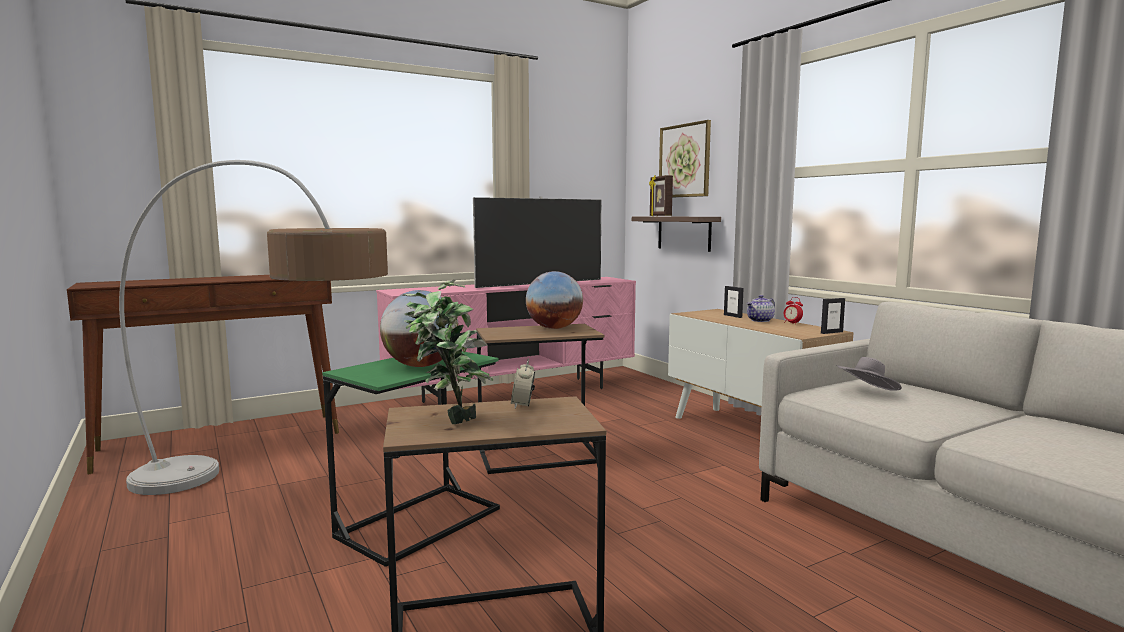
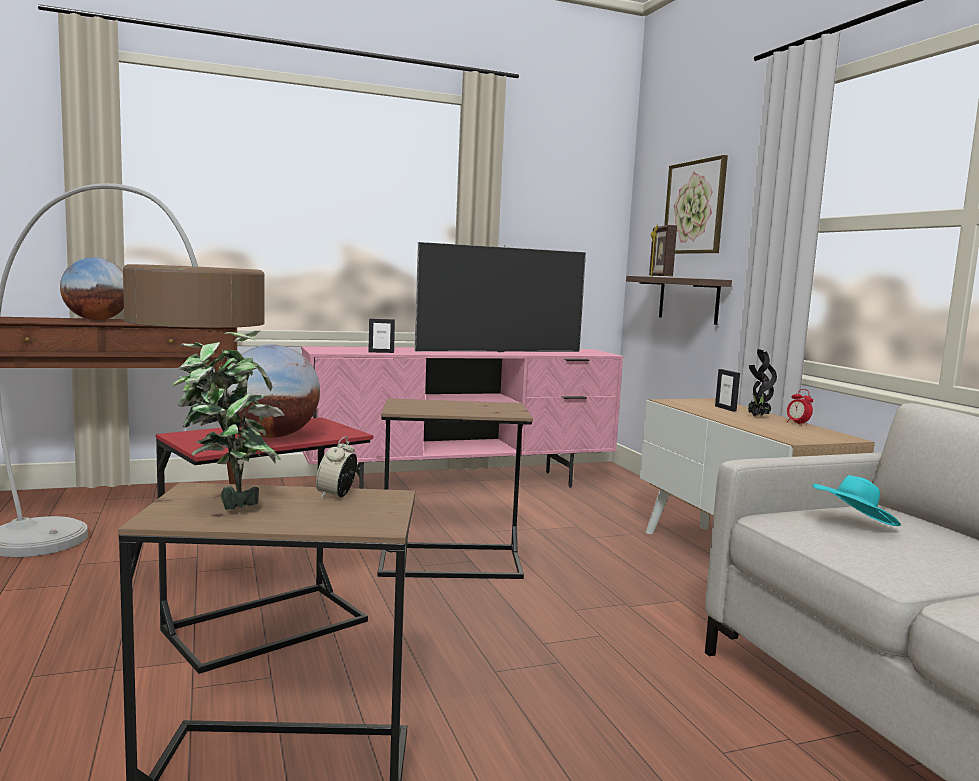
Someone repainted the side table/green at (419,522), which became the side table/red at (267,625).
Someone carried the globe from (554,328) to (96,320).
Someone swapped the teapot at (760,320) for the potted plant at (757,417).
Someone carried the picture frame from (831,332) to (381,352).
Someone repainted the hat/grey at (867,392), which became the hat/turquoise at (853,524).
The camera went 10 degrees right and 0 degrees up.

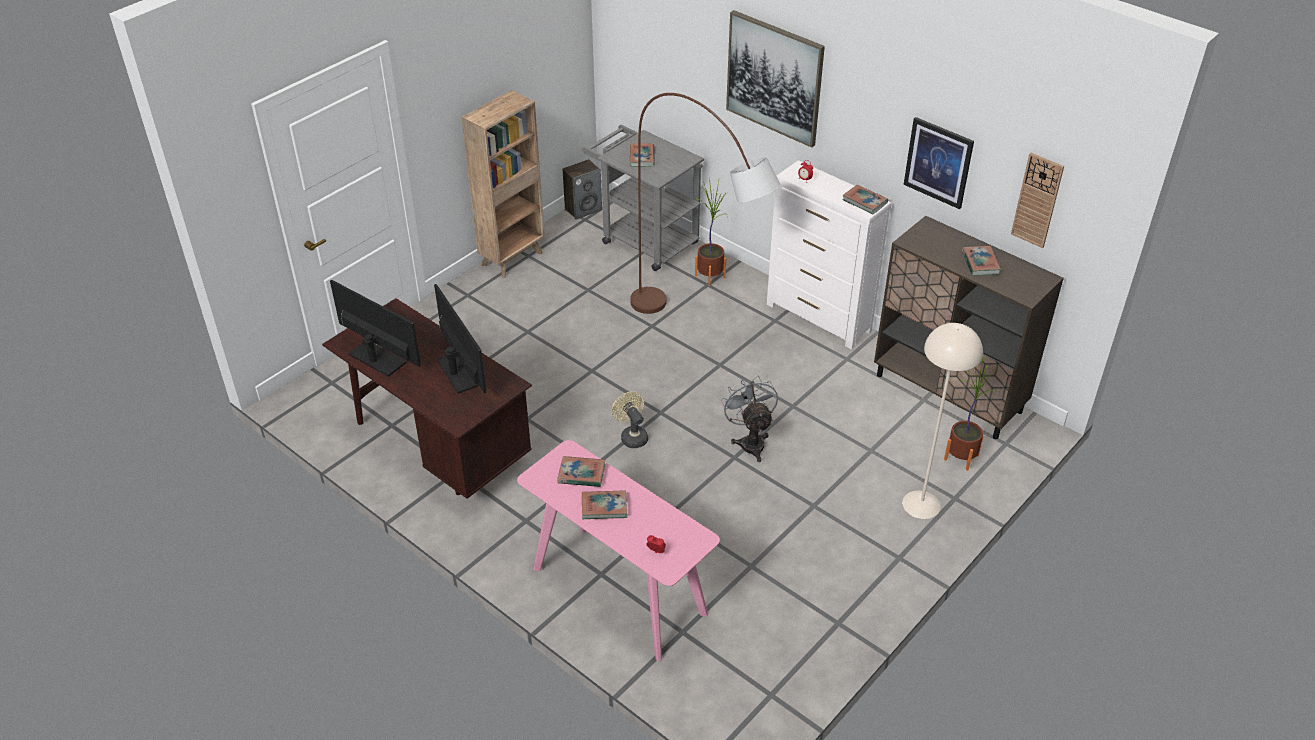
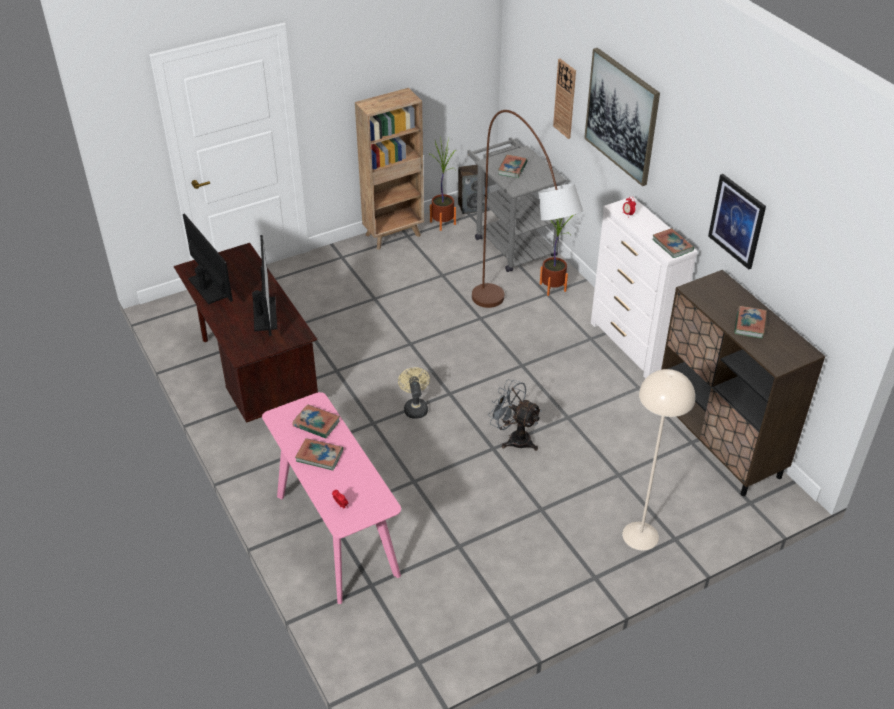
Someone rotated the fan/grey at (750,441) by 60 degrees counterclockwise.
Someone carried the potted plant from (961,457) to (443,223).
Someone carried the wall clock from (1037,200) to (565,98).
The camera went 20 degrees right and 0 degrees up.

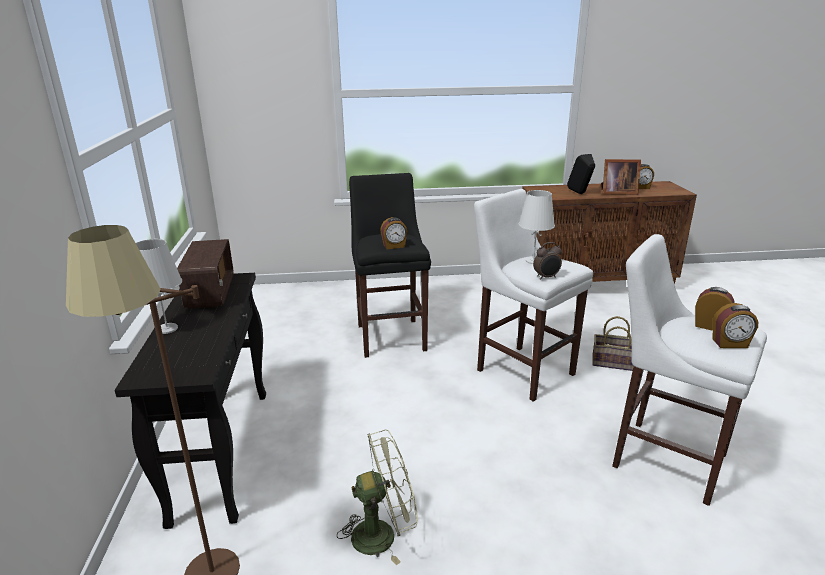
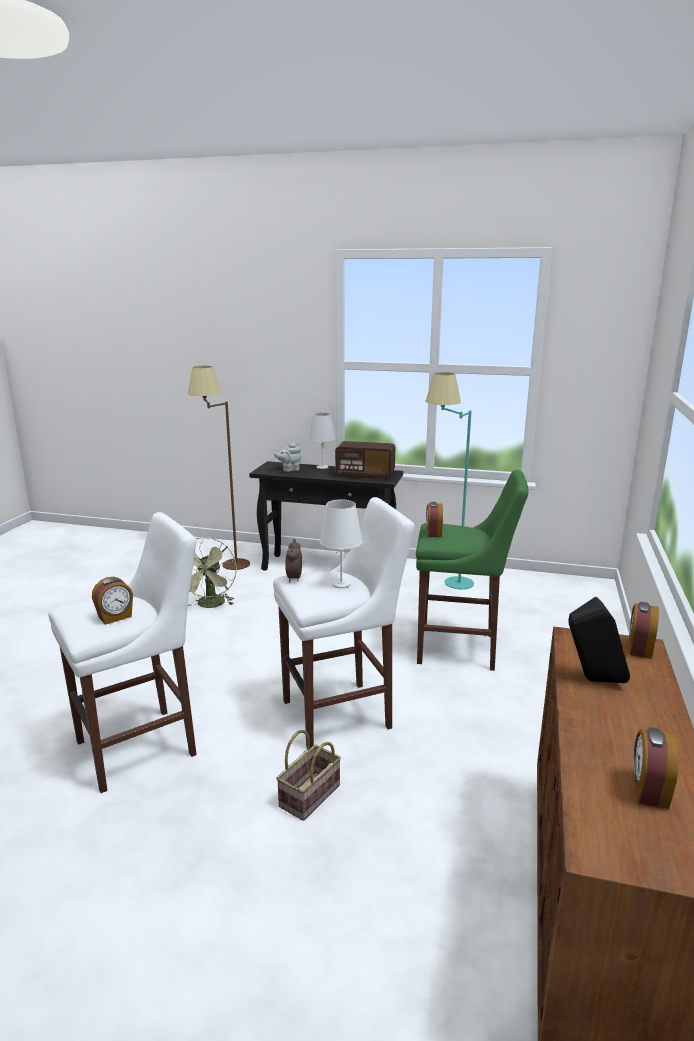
Someone repainted the stool/black at (391,335), which became the stool/green at (461,649).
Someone took away the picture frame at (616,192).
Someone carried the alarm clock from (730,344) to (639,649).
Someone put down the teapot/grey at (289,469).
Someone put down the floor lamp/turquoise at (445,581).
The camera went 110 degrees right and 5 degrees down.

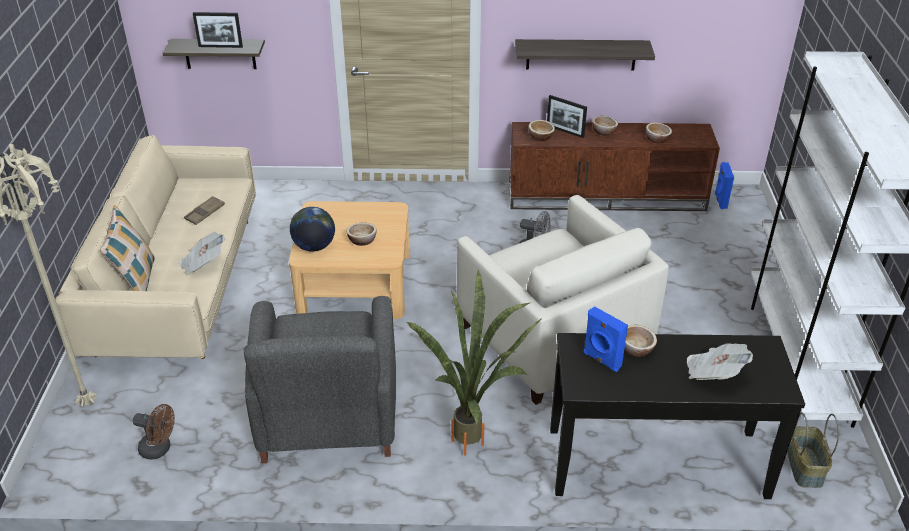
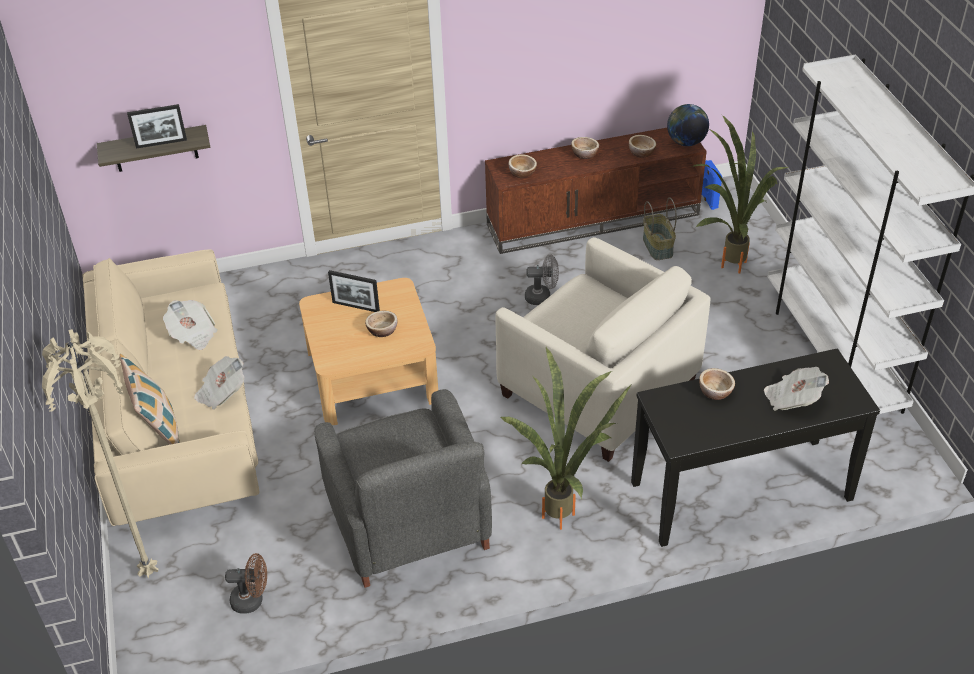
Someone swapped the tray/brown at (205,213) for the newspaper at (193,334).
Someone carried the globe from (314,247) to (686,142).
Someone took away the shelf at (581,54).
Someone carried the picture frame from (565,131) to (356,306).
Someone took away the speaker/blue at (601,360).
Someone carried the basket from (806,467) to (658,247).
Someone put down the potted plant at (727,261).
The camera went 15 degrees left and 5 degrees up.

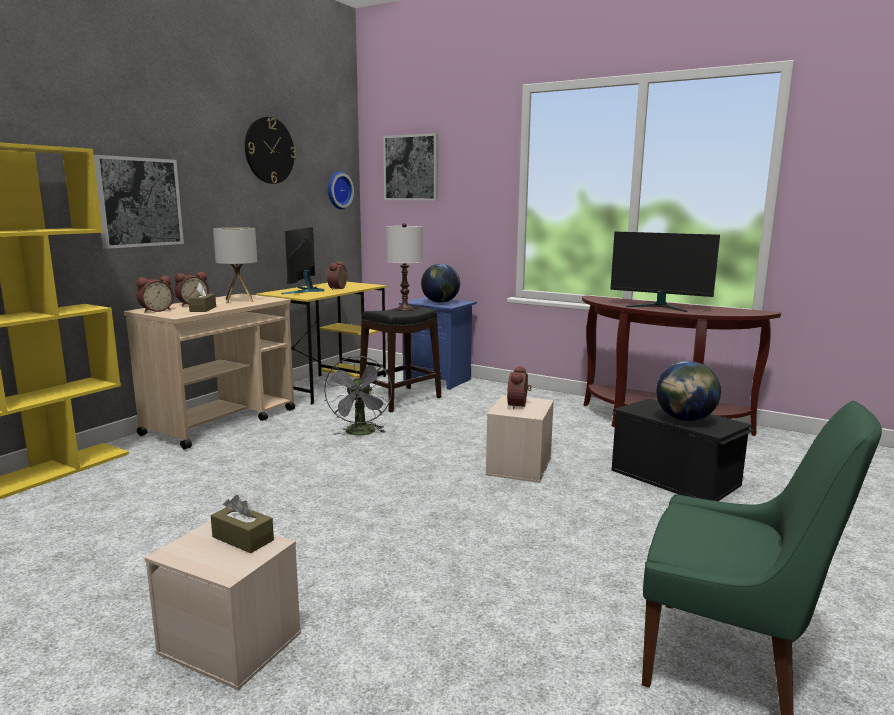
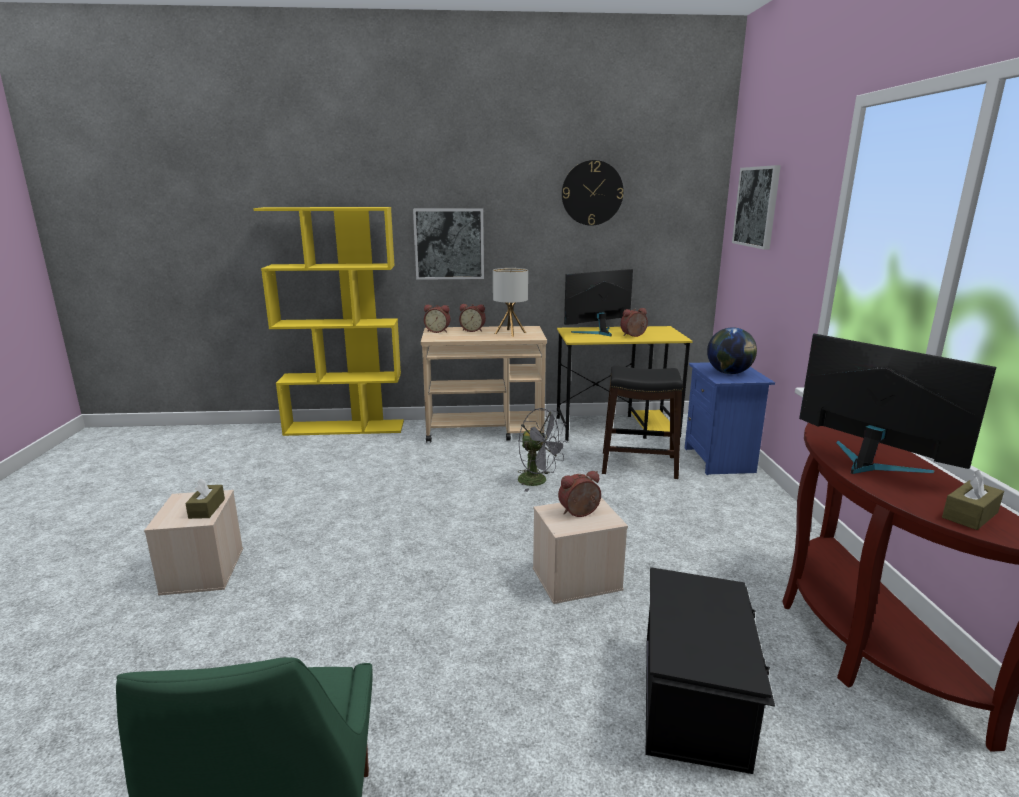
Someone carried the tissue box/brown from (203,309) to (970,515).
Someone rotated the fan/grey at (361,433) by 105 degrees counterclockwise.
Someone took away the wall clock at (338,190).
Someone took away the table lamp/white at (405,309).
Someone rotated the monitor at (659,307) by 150 degrees clockwise.
Someone took away the globe at (685,419).
The camera went 55 degrees right and 5 degrees up.

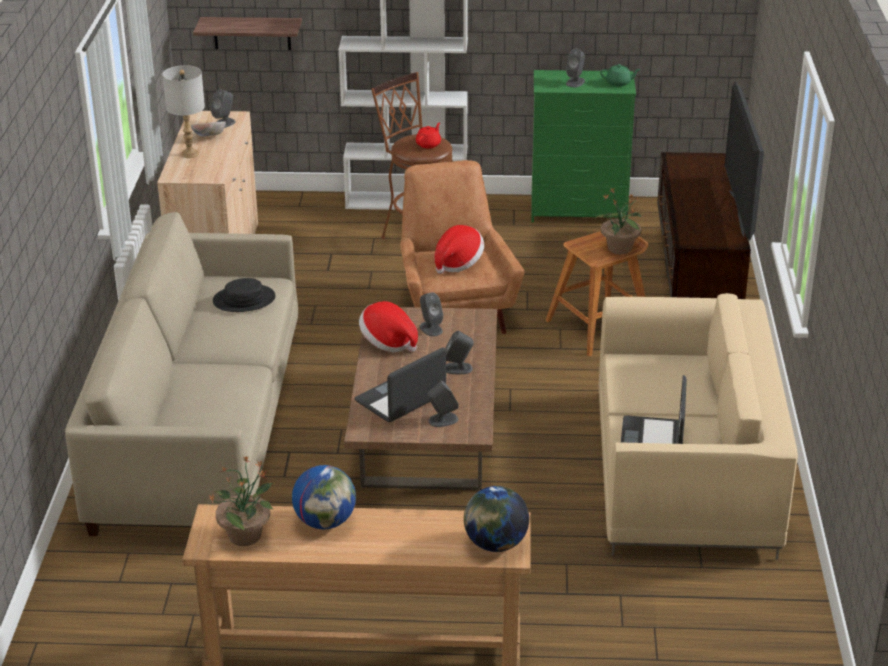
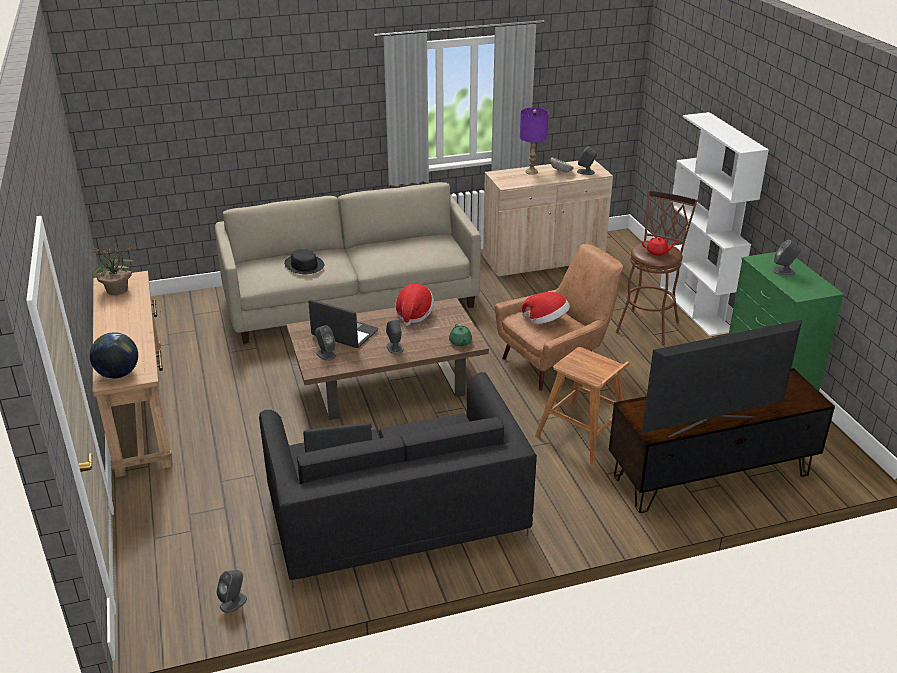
Someone repainted the table lamp/grey at (190,154), which became the table lamp/purple at (531,172).
Someone took away the shelf at (252,33).
Someone carried the hat/black from (244,300) to (304,265).
Someone took away the globe at (325,522).
Someone carried the speaker/grey from (430,328) to (233,602).
Someone took away the potted plant at (619,249).
Someone repainted the sofa/beige at (685,471), which became the sofa/black at (396,516).
Someone carried the teapot/green from (619,83) to (460,342).
The camera went 70 degrees right and 0 degrees up.

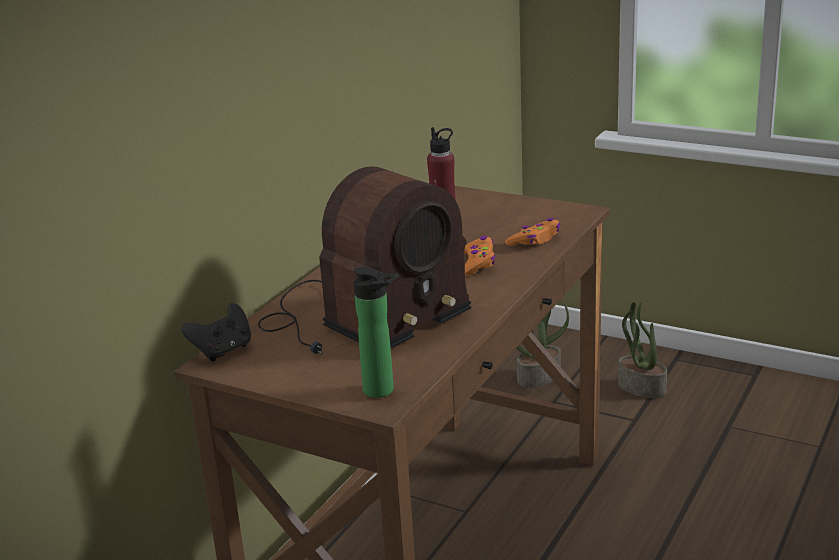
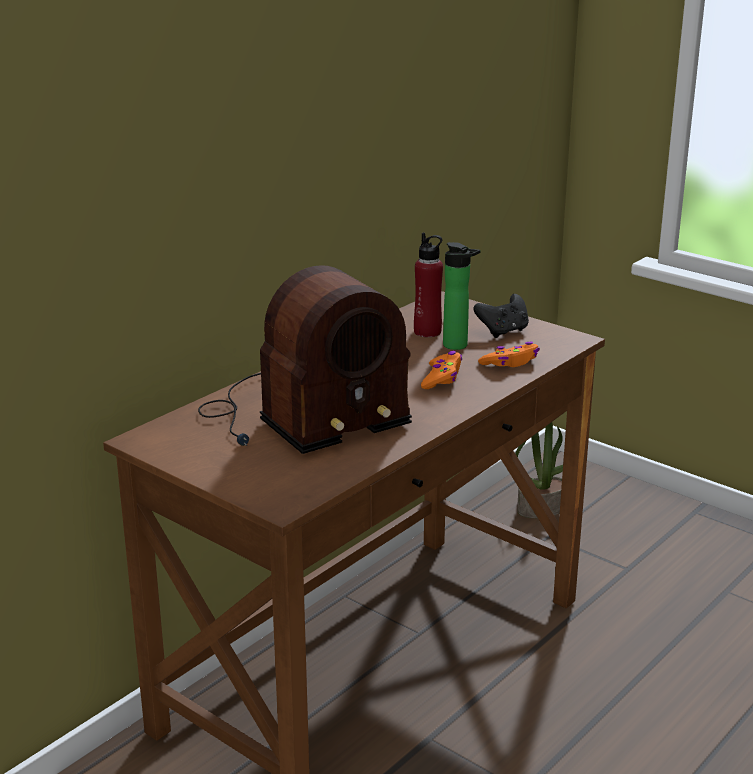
Someone carried the game controller/black from (223,351) to (503,332).
Someone carried the bottle from (383,391) to (458,346).
Someone took away the potted plant at (640,388).
The camera went 10 degrees right and 0 degrees up.

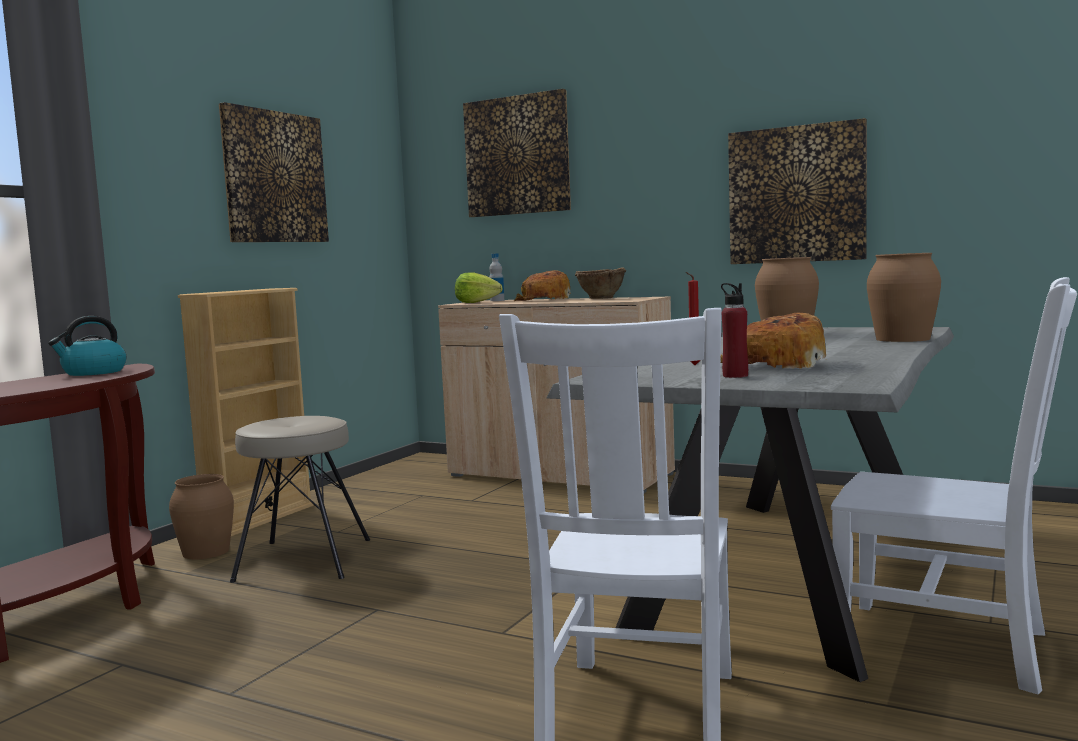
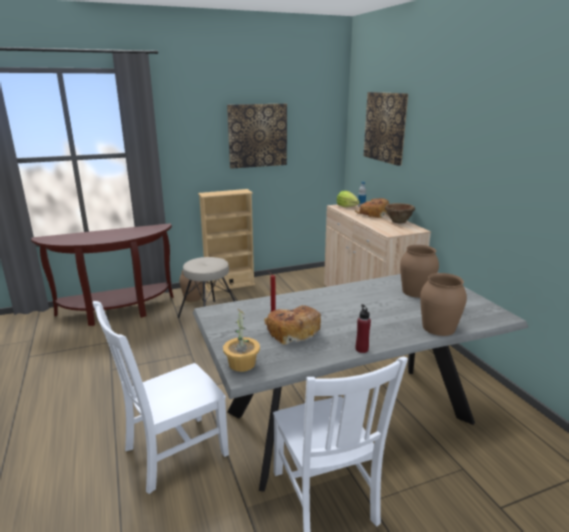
Someone took away the kettle at (93,372).
Someone carried the bottle/red from (735,376) to (361,349).
Someone took away the picture at (796,194).
Someone put down the potted plant at (241,364).
The camera went 40 degrees right and 15 degrees up.

